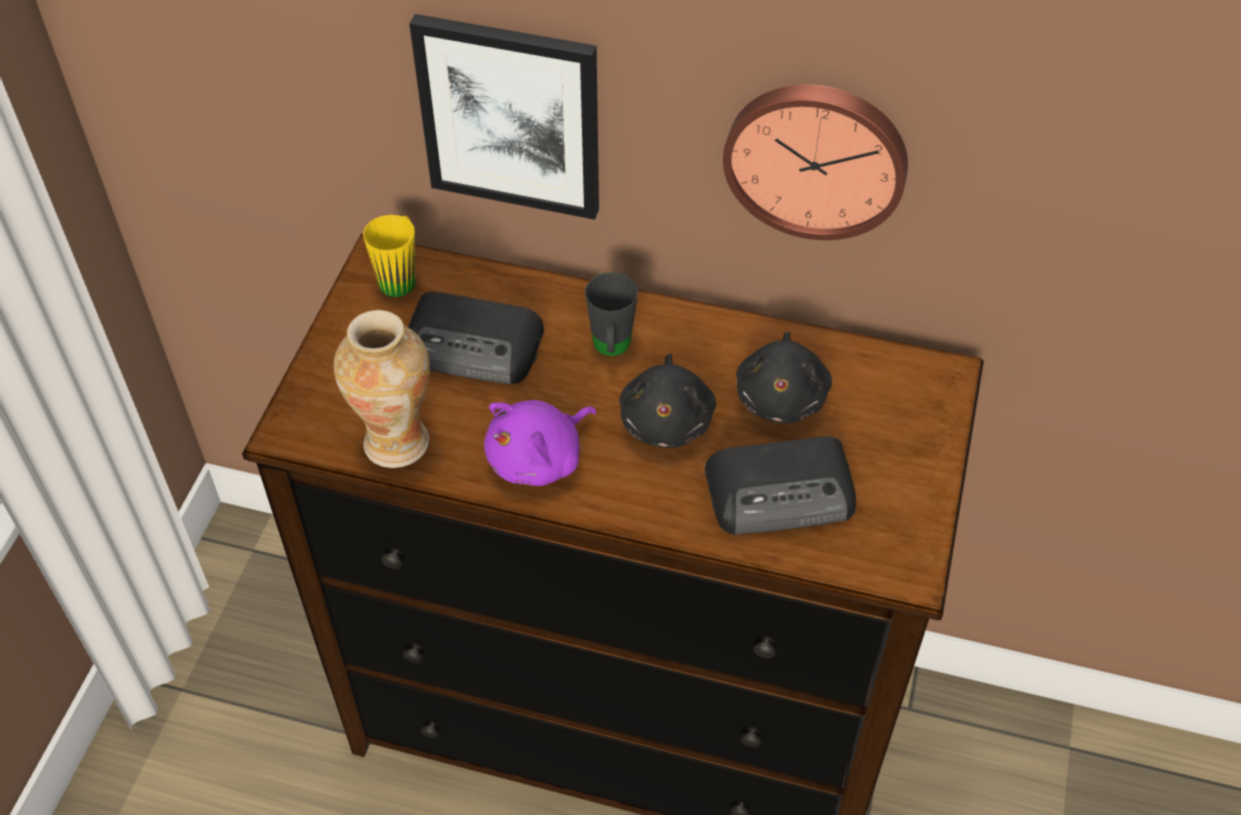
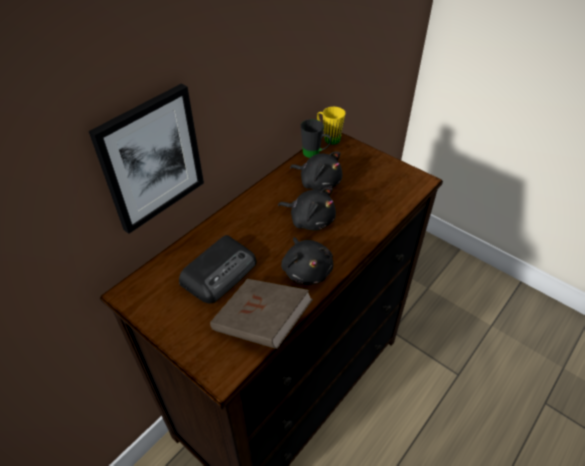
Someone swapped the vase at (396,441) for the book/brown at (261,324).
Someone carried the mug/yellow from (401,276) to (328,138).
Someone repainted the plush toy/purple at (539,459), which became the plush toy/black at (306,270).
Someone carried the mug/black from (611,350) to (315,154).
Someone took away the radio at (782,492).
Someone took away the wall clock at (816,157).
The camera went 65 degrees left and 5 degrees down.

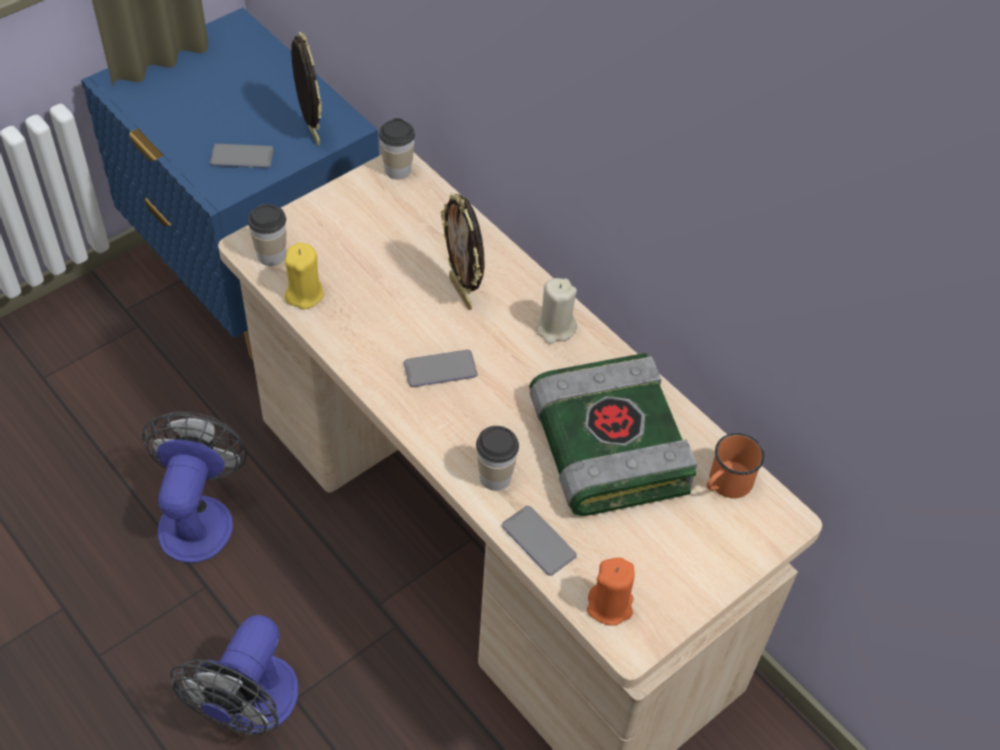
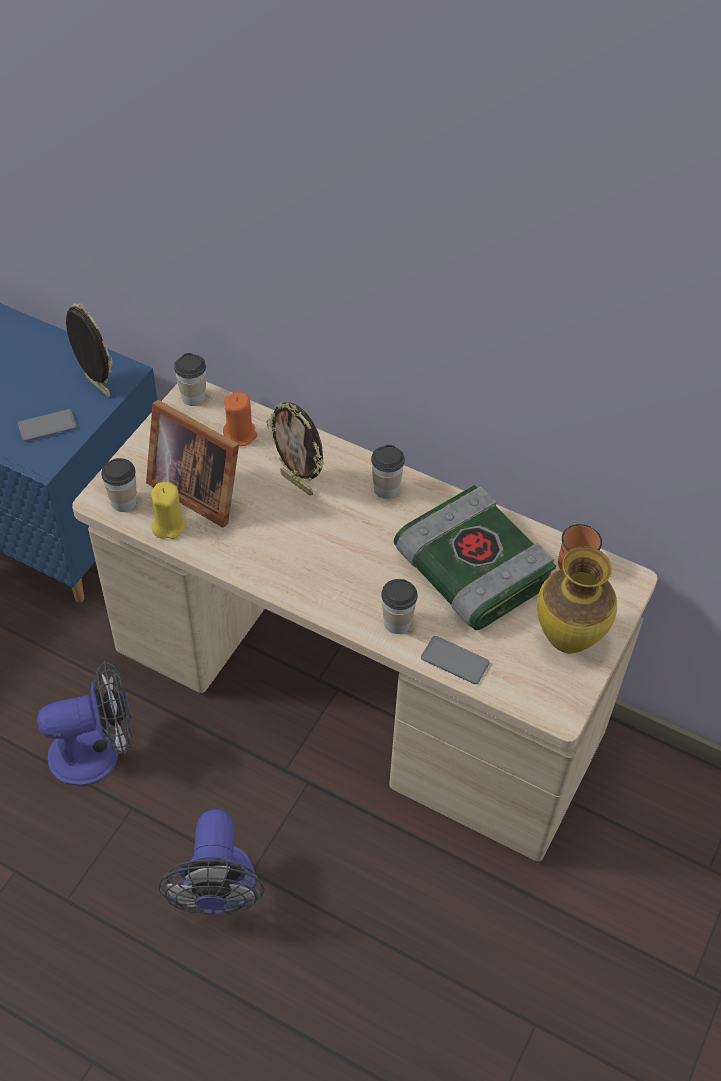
Someone rotated the fan at (198,516) by 90 degrees clockwise.
Someone took away the phone at (440,369).
Someone swapped the candle/beige at (555,328) for the cup at (386,489).
Someone carried the candle/orange from (610,606) to (240,435).
Someone put down the picture frame at (196,488).
Someone put down the vase at (568,639).
The camera went 20 degrees left and 0 degrees up.

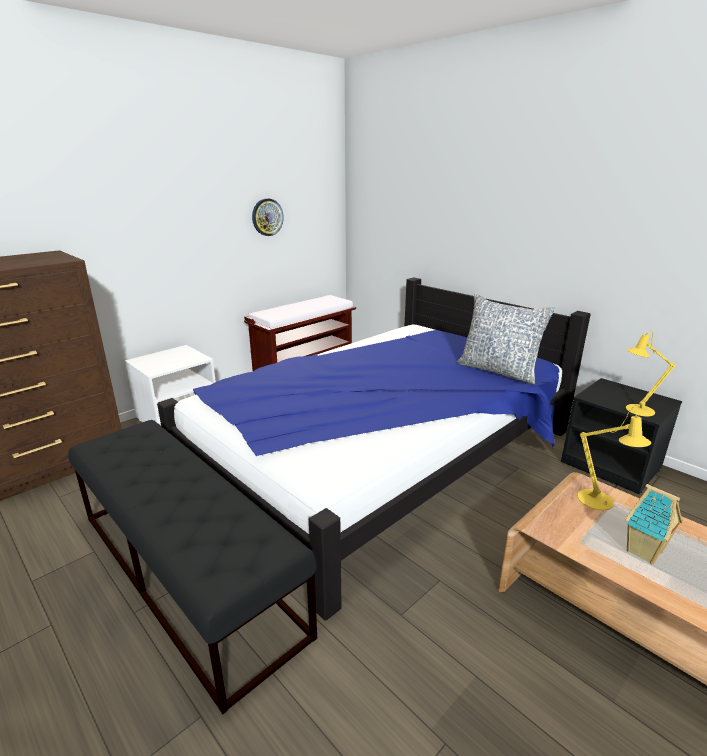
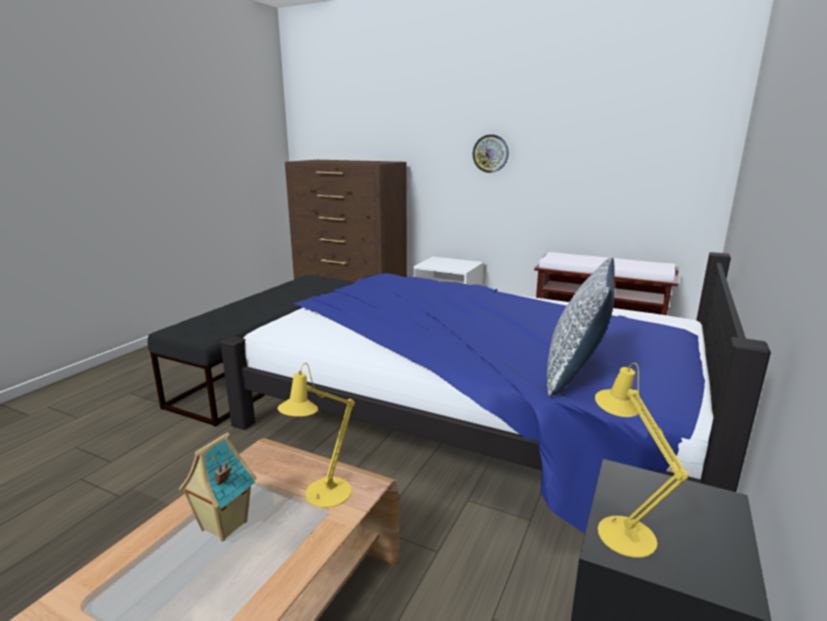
Someone carried the wall clock from (267,217) to (490,153).
The camera went 70 degrees right and 5 degrees down.

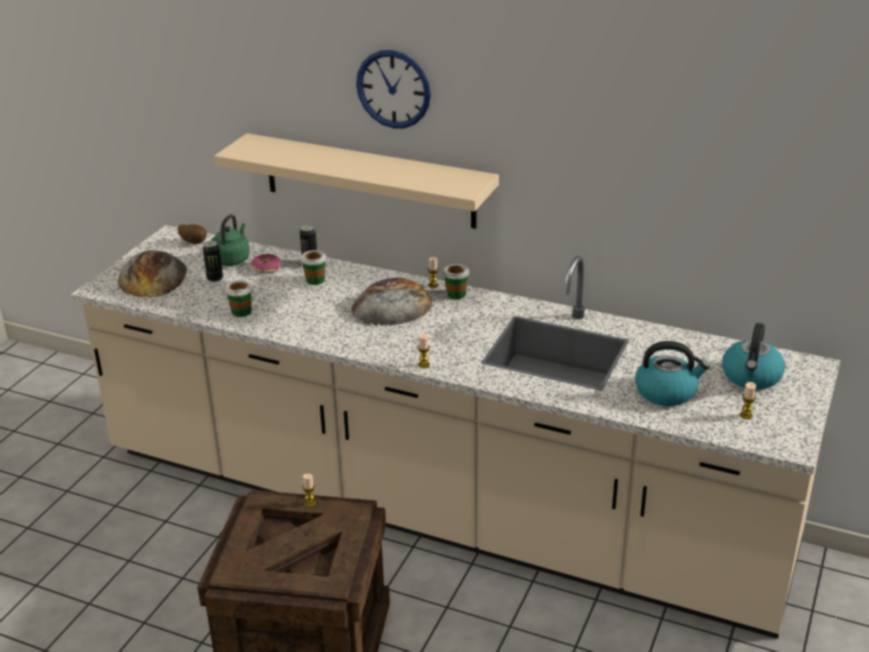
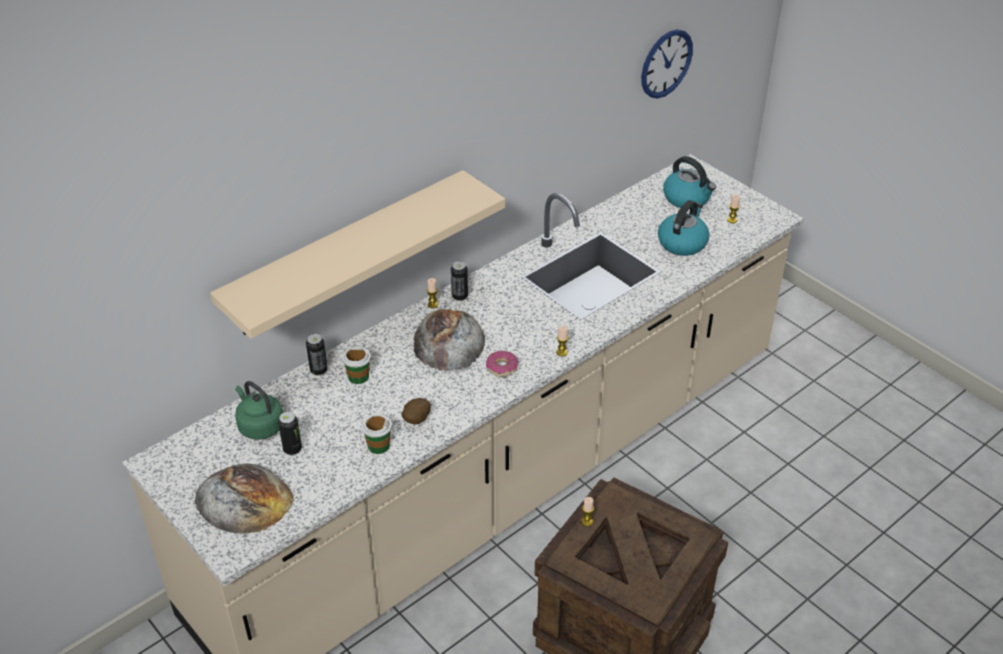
Someone carried the potato from (194,242) to (415,420).
Someone carried the donut from (266,268) to (502,367).
Someone carried the wall clock from (393,89) to (666,63).
Someone swapped the cup at (456,294) for the can at (459,296).
The camera went 65 degrees left and 10 degrees up.

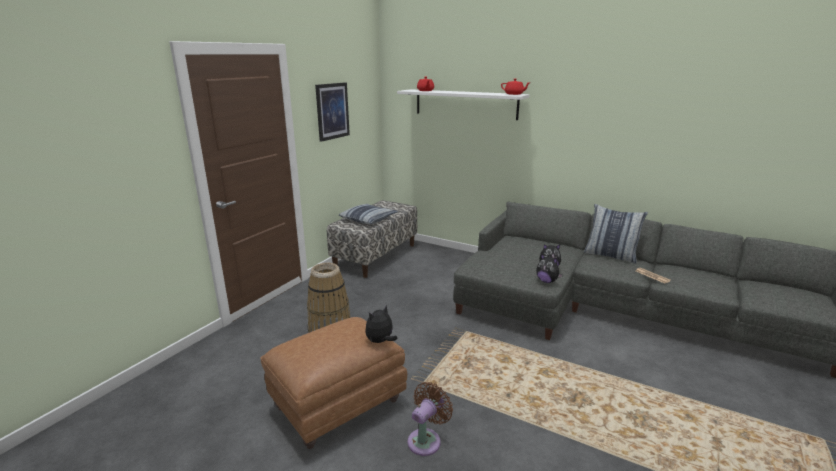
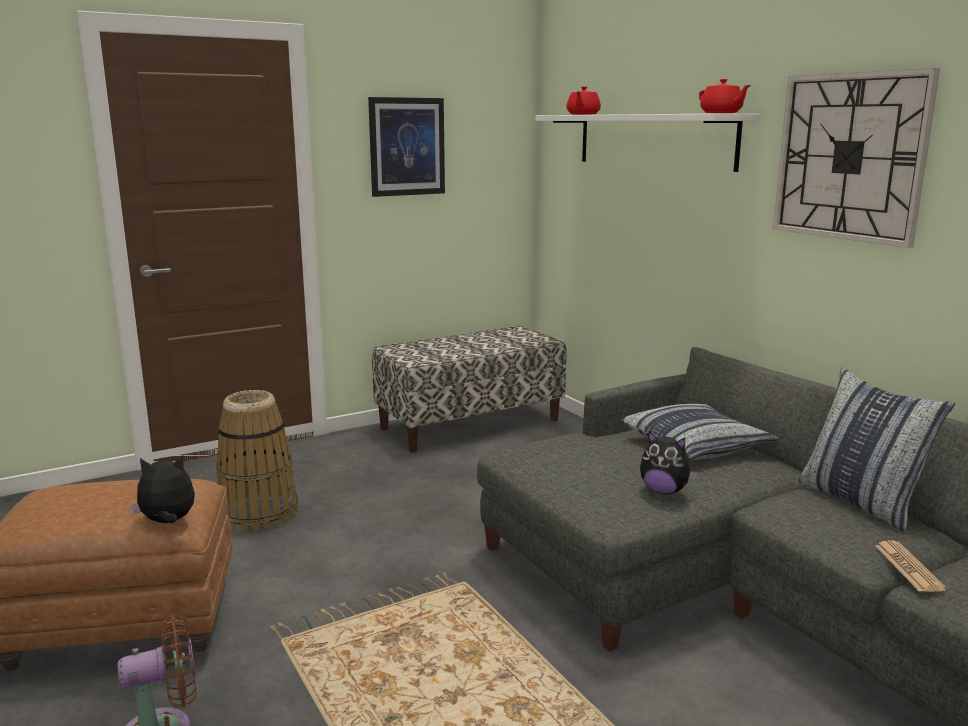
Someone carried the pillow from (368,219) to (696,444).
Someone took away the plush toy at (547,281).
Someone put up the wall clock at (849,157).
The camera went 30 degrees right and 5 degrees down.

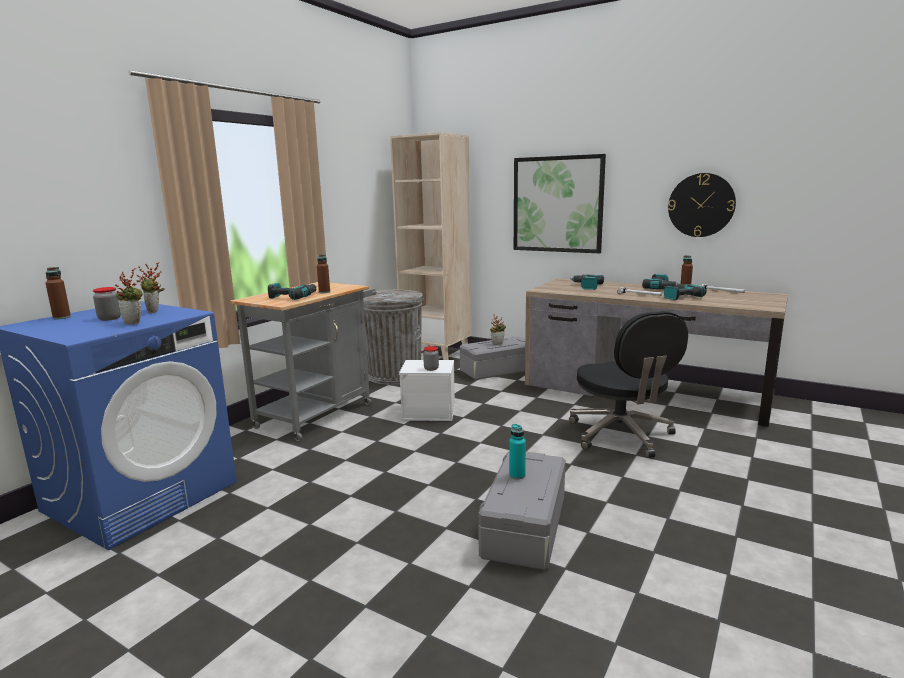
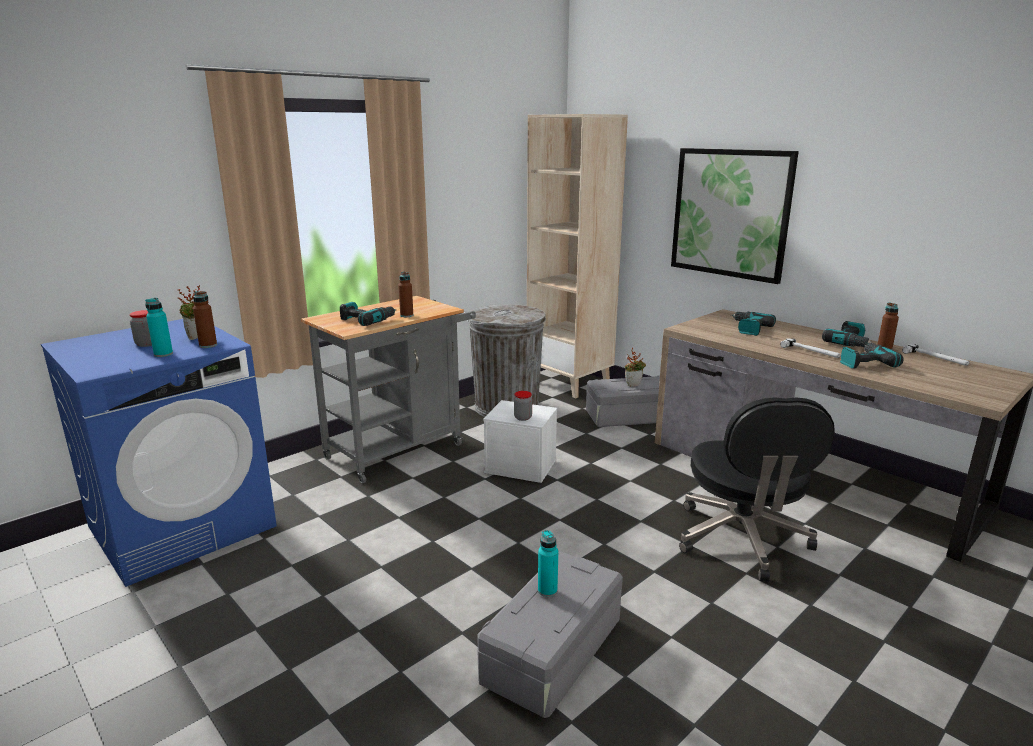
Someone carried the bottle/brown from (62,317) to (208,345).
Someone swapped the potted plant at (135,323) for the bottle/turquoise at (163,354).
Someone took away the wall clock at (701,205).
The camera went 15 degrees right and 5 degrees up.

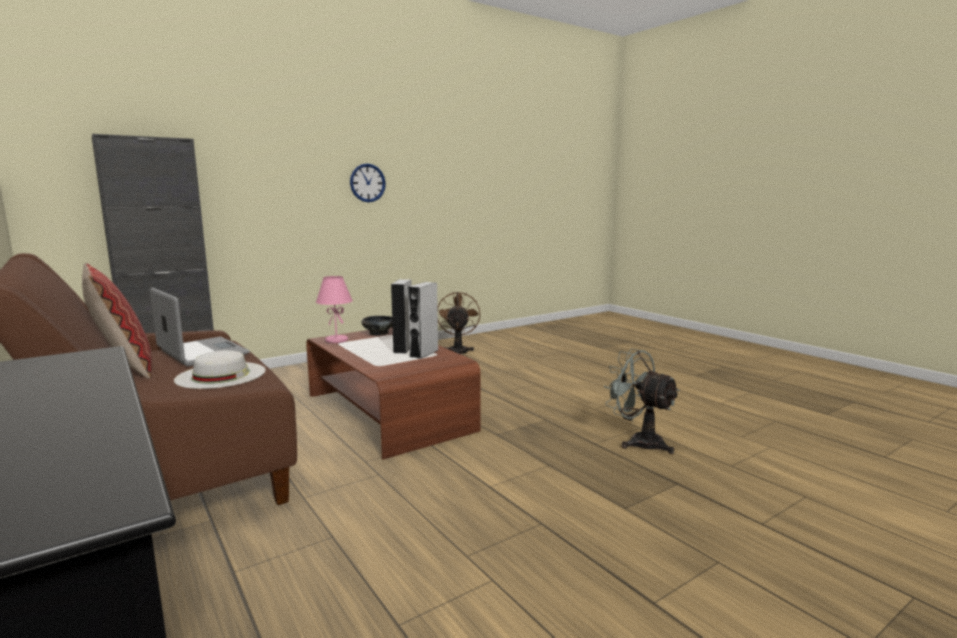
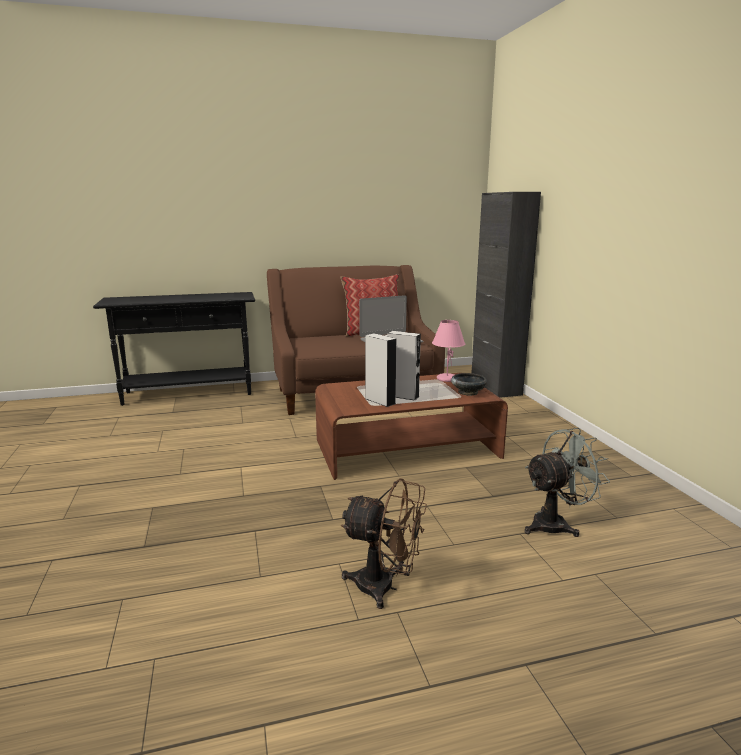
Someone took away the hat/white at (221,375).
Someone took away the wall clock at (367,183).
Someone carried the fan/brown from (458,351) to (385,587).
Someone carried the fan/grey from (639,441) to (556,524).
The camera went 110 degrees right and 5 degrees up.

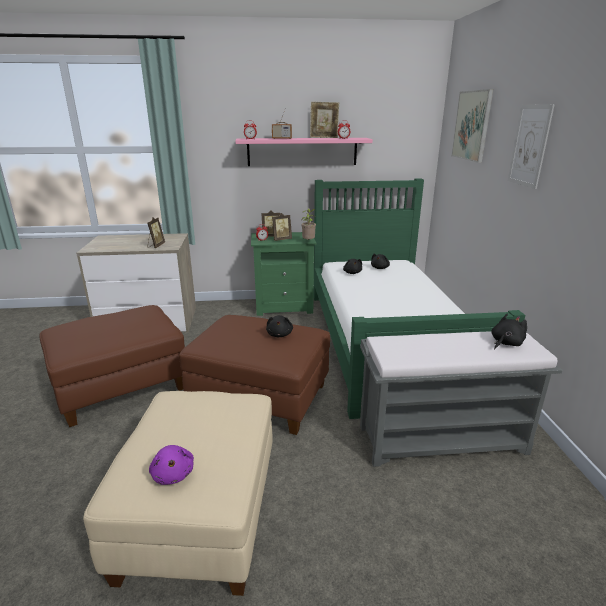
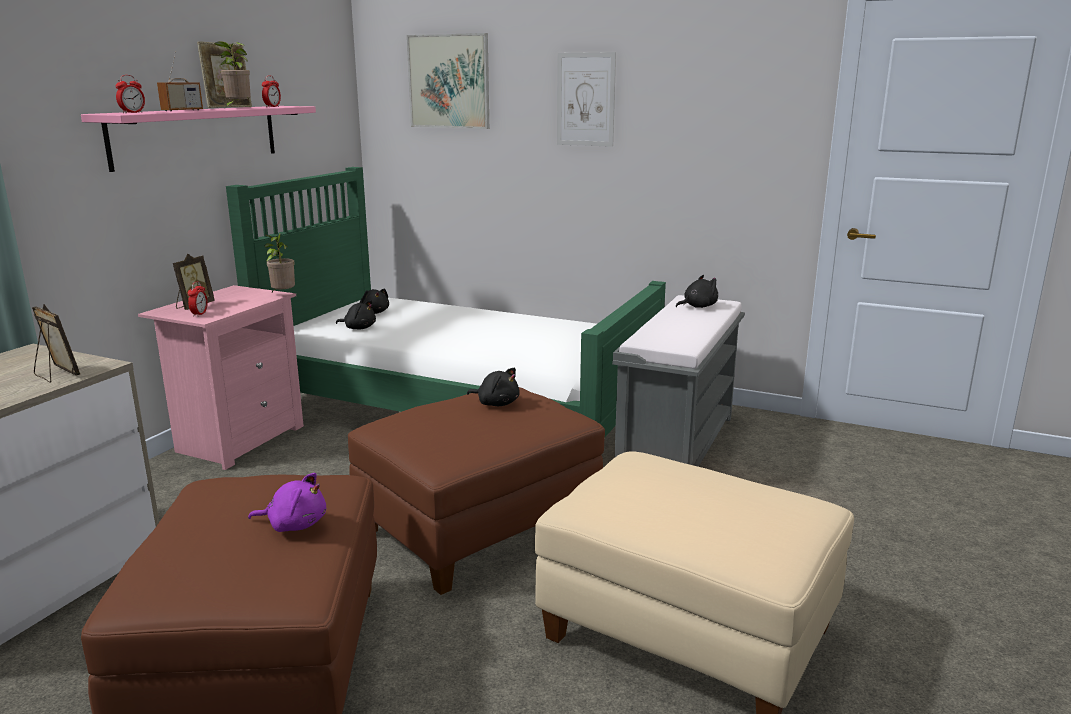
Someone carried the plush toy/purple from (173,473) to (294,524).
Someone repainted the nightstand/green at (284,306), which became the nightstand/pink at (238,439).
Someone took away the picture frame at (281,239).
Someone rotated the plush toy/black at (505,343) by 75 degrees clockwise.
Someone put down the potted plant at (237,108).
The camera went 60 degrees left and 5 degrees down.

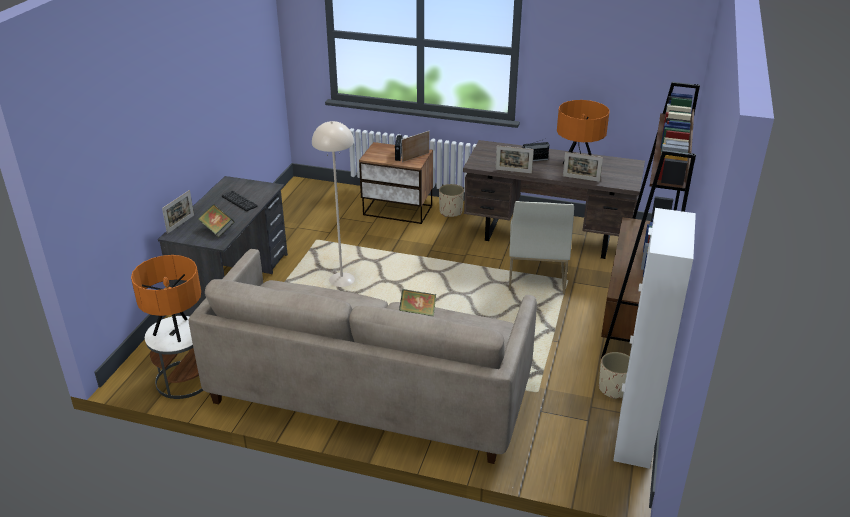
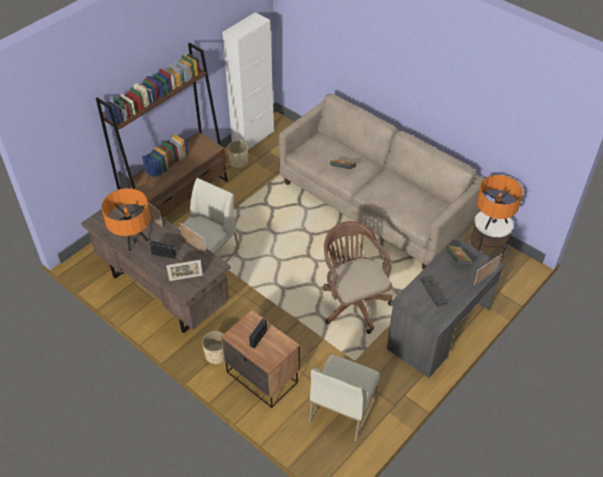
Someone swapped the floor lamp/beige at (341,280) for the office chair/brown at (353,302).
Someone carried the picture frame from (415,157) to (186,278).
Someone put down the chair/white at (342,408).
The camera went 155 degrees left and 15 degrees up.

